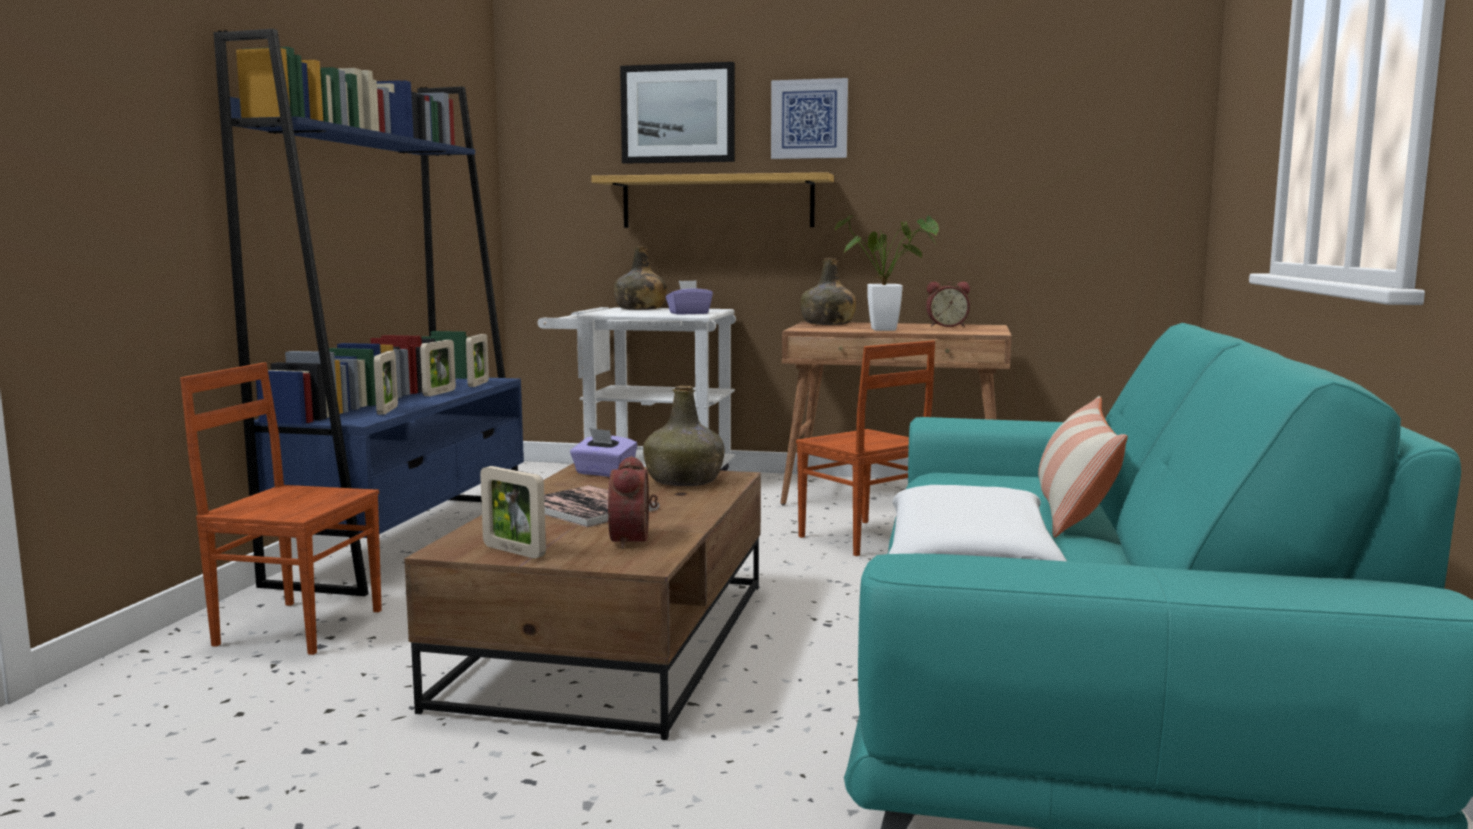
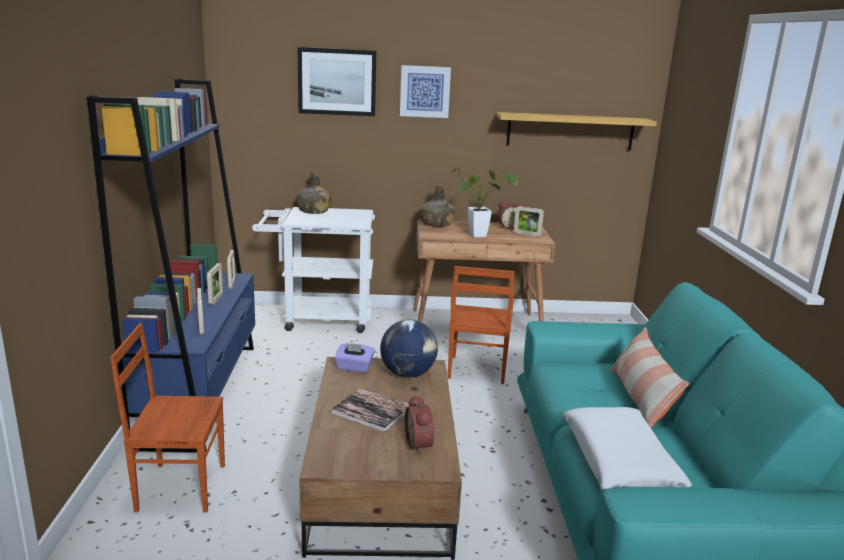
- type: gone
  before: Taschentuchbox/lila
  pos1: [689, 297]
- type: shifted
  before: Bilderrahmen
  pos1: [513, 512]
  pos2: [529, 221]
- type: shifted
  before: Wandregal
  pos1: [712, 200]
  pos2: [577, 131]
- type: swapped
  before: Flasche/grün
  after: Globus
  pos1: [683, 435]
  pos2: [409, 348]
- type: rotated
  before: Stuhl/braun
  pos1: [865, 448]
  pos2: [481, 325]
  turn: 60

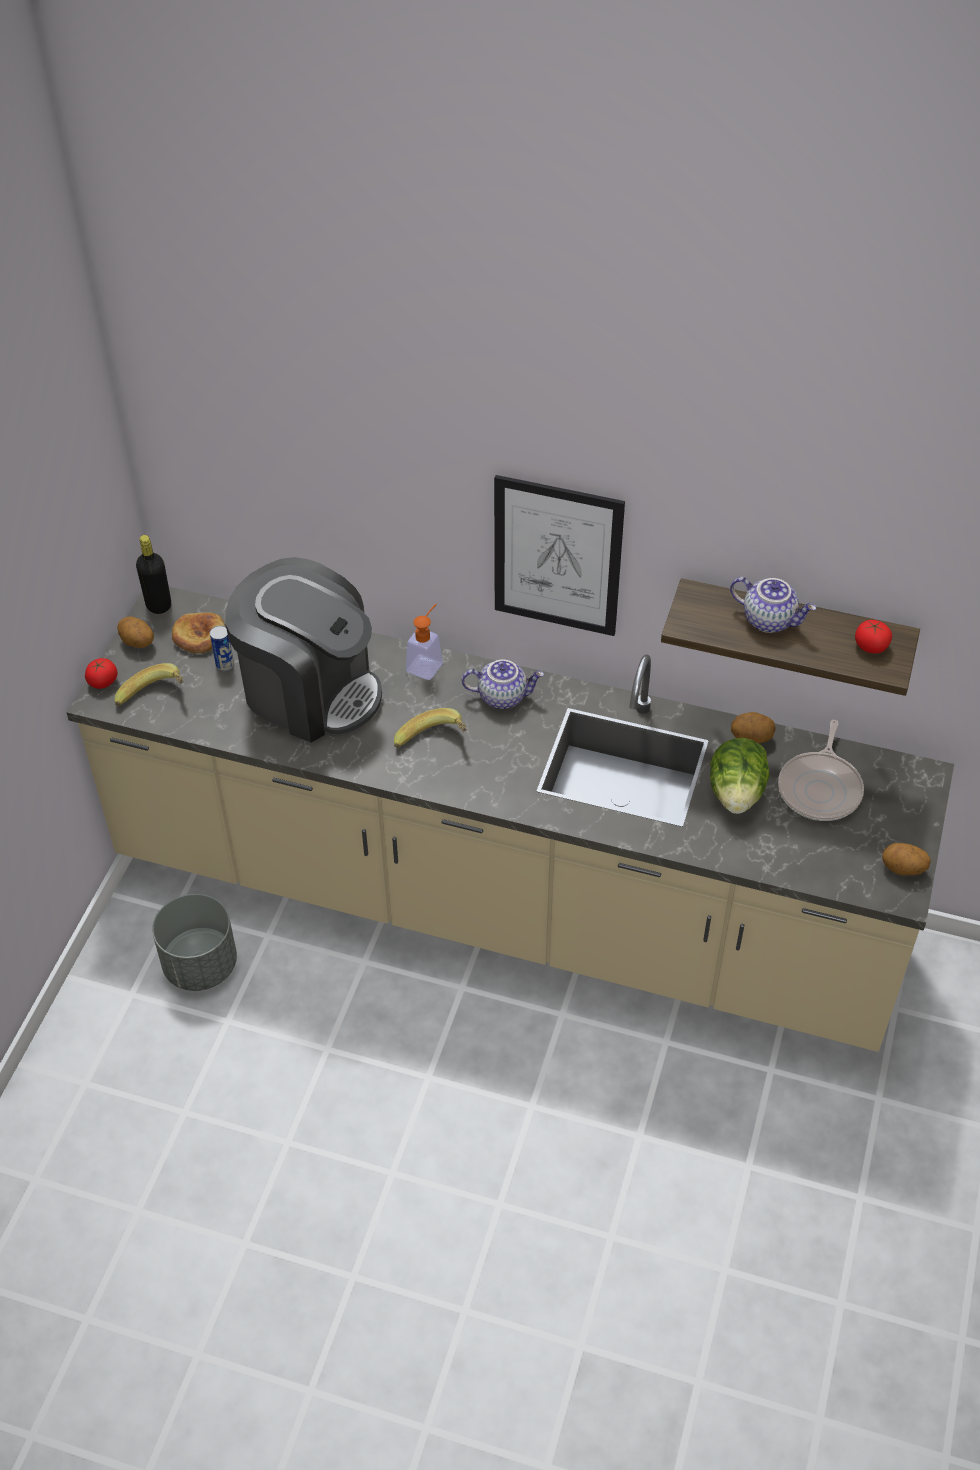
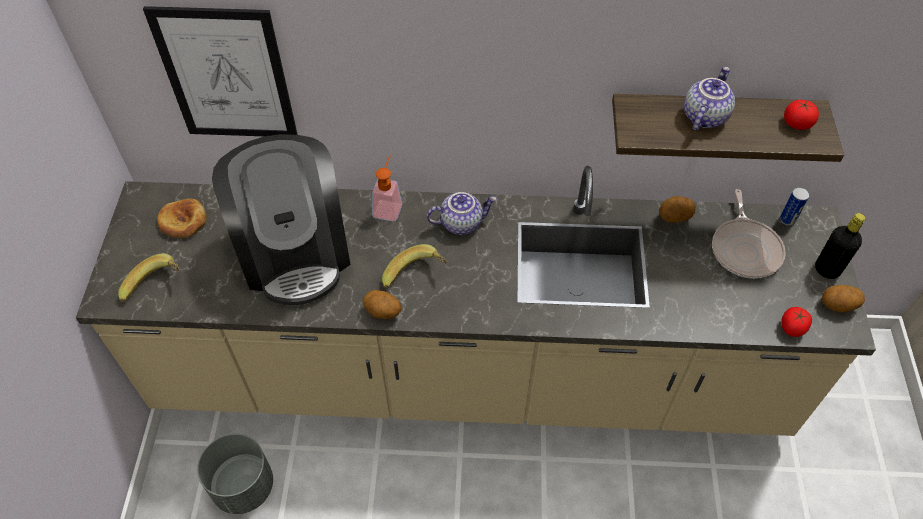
- type: gone
  before: Salatkopf
  pos1: [740, 776]
- type: shifted
  before: Tomate
  pos1: [101, 673]
  pos2: [796, 322]
- type: shifted
  before: Kartoffel
  pos1: [135, 632]
  pos2: [382, 304]
- type: shifted
  before: Flasche/schwarz
  pos1: [153, 574]
  pos2: [840, 246]
- type: shifted
  before: Dose
  pos1: [222, 648]
  pos2: [794, 206]
- type: shifted
  before: Bild
  pos1: [559, 555]
  pos2: [220, 71]
- type: rotated
  before: Kaffeemaschine
  pos1: [303, 650]
  pos2: [281, 219]
  turn: 60
- type: rotated
  before: Teekanne
  pos1: [773, 605]
  pos2: [709, 98]
  turn: -75

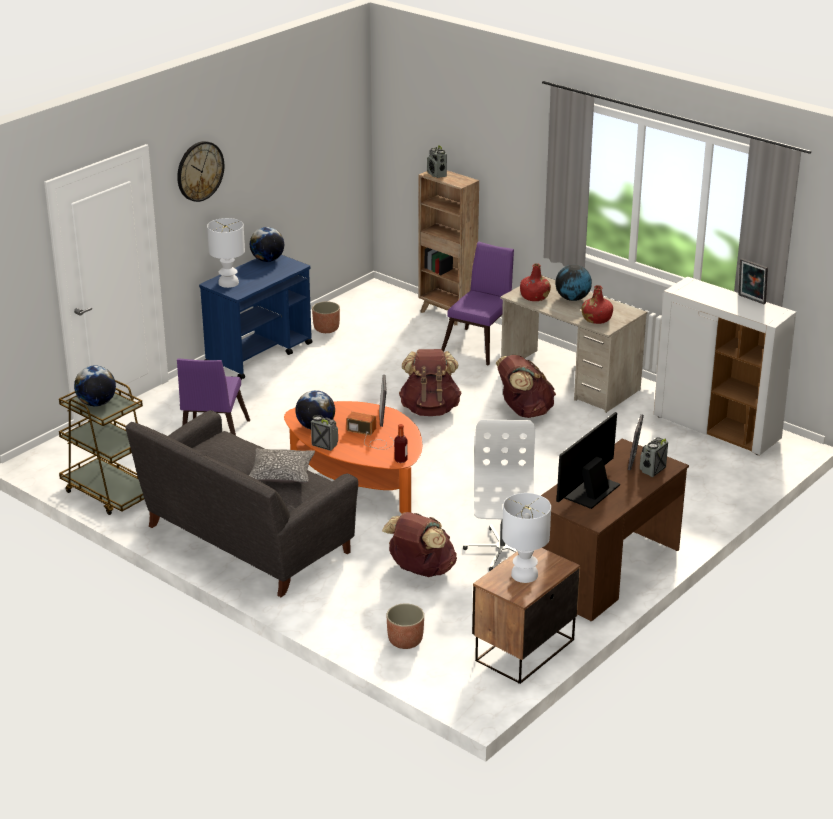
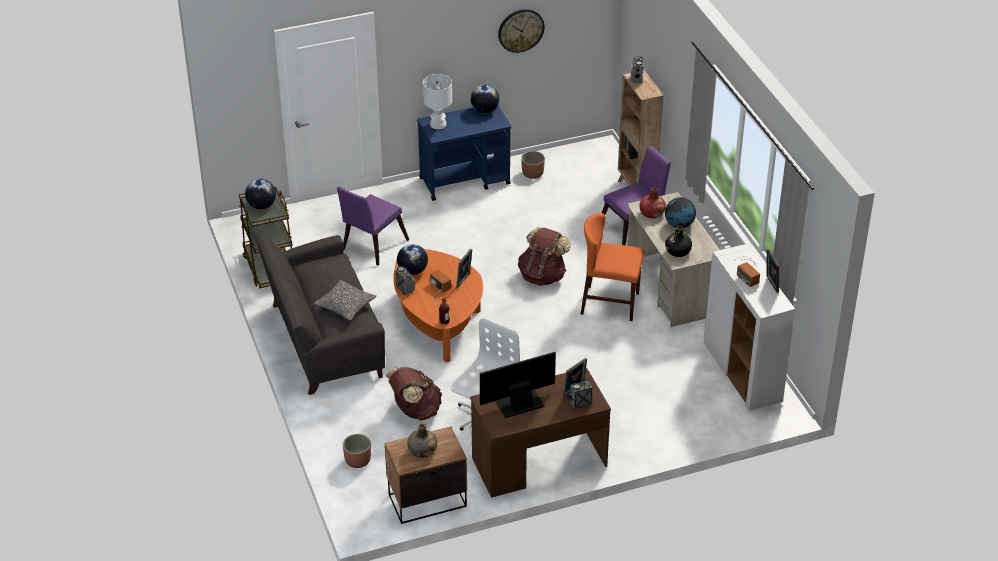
- type: new
  after: Radio
  pos2: [746, 272]
- type: shifted
  before: Wanduhr
  pos1: [200, 171]
  pos2: [521, 31]
- type: swapped
  before: Rucksack/braun
  after: Stuhl/orange
  pos1: [526, 386]
  pos2: [612, 267]
- type: swapped
  before: Tischlampe/weiß
  after: Flasche/grün
  pos1: [526, 538]
  pos2: [422, 440]
- type: repainted
  before: Flasche/rot
  after: Flasche/schwarz
  pos1: [597, 304]
  pos2: [678, 241]

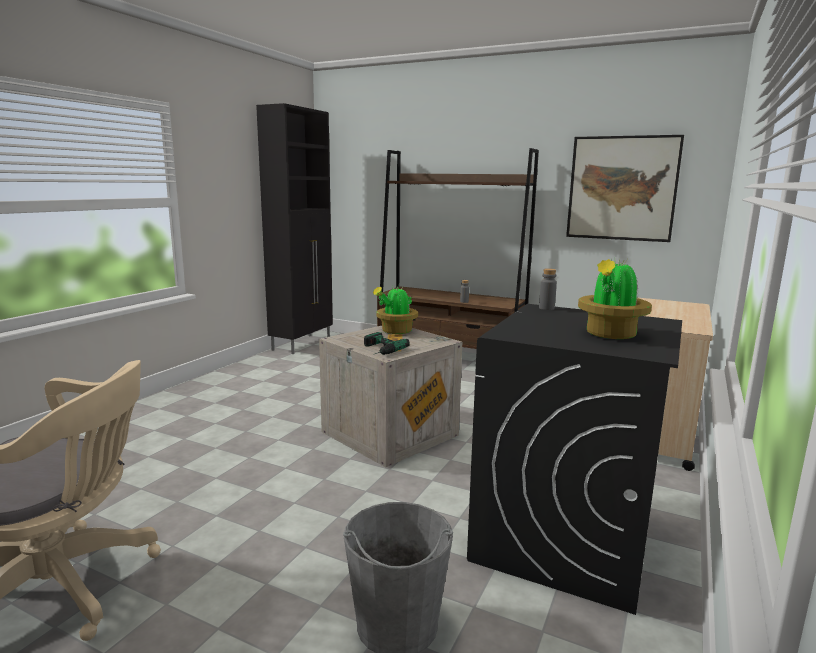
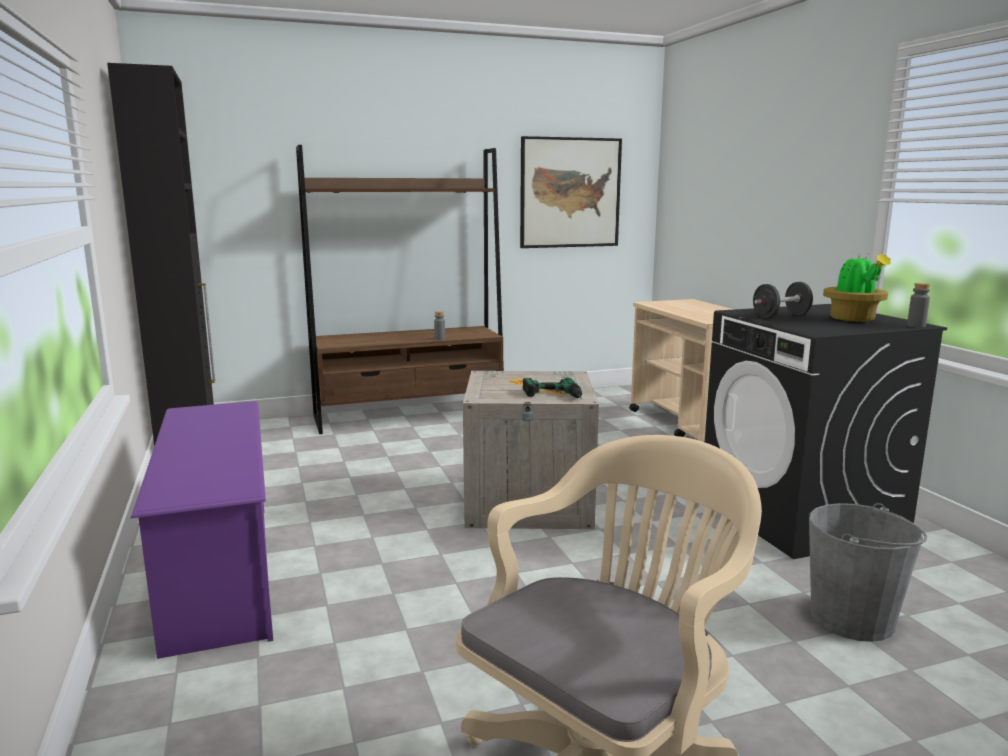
- type: gone
  before: Topfpflanze
  pos1: [395, 310]
- type: new
  after: Schuhregal/lila
  pos2: [202, 530]
- type: new
  after: Hantel/schwarz
  pos2: [783, 300]
- type: shifted
  before: Flasche/grau
  pos1: [548, 289]
  pos2: [918, 305]

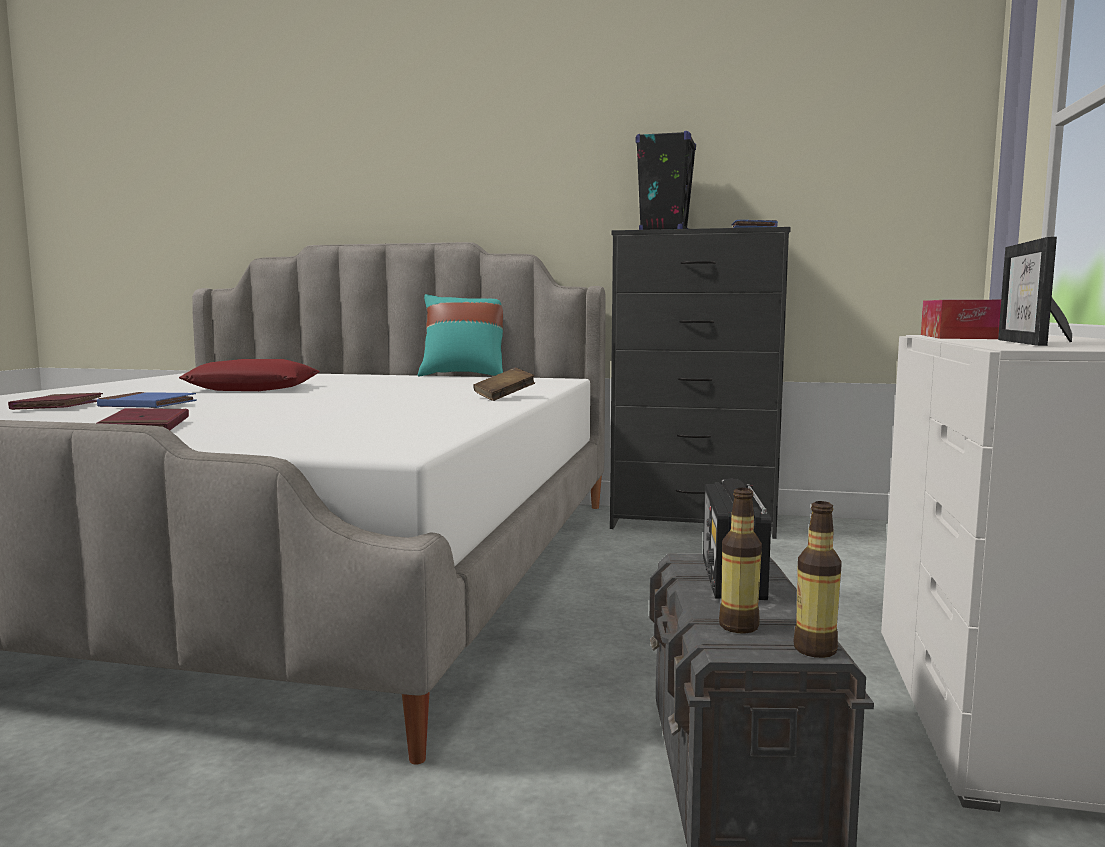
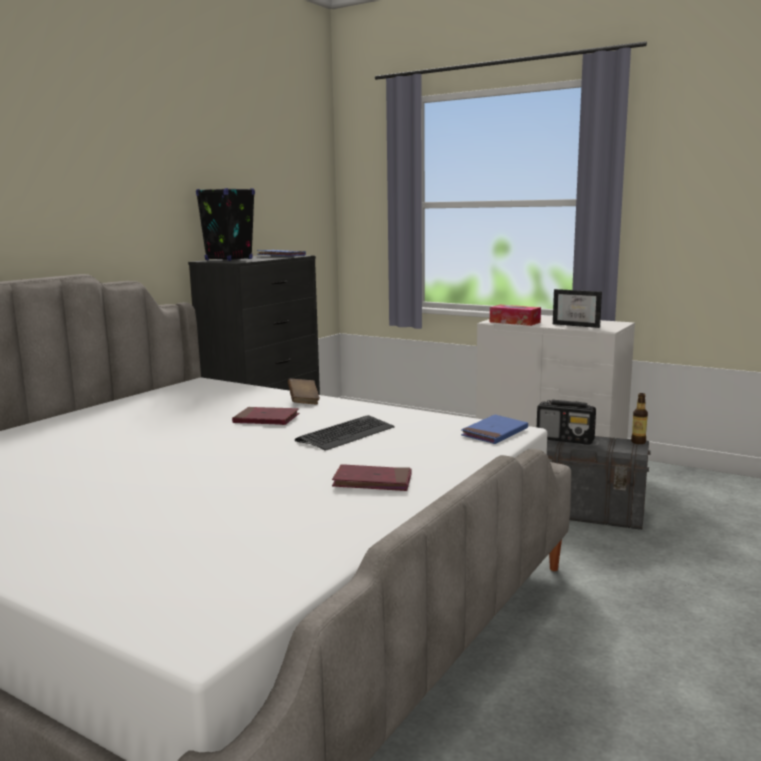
- type: gone
  before: Kissen/rot
  pos1: [249, 375]
- type: gone
  before: Kissen/türkis
  pos1: [460, 335]
- type: gone
  before: Flasche
  pos1: [740, 560]
- type: new
  after: Tastatur
  pos2: [345, 433]
- type: shifted
  before: Buch/rot
  pos1: [55, 401]
  pos2: [266, 416]
- type: shifted
  before: Buch/blau
  pos1: [147, 400]
  pos2: [494, 429]

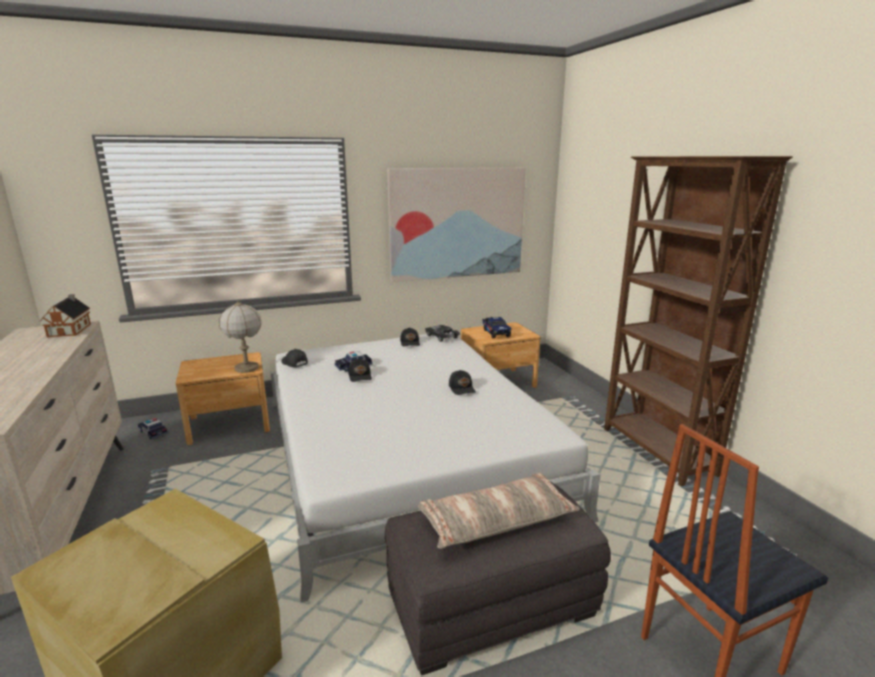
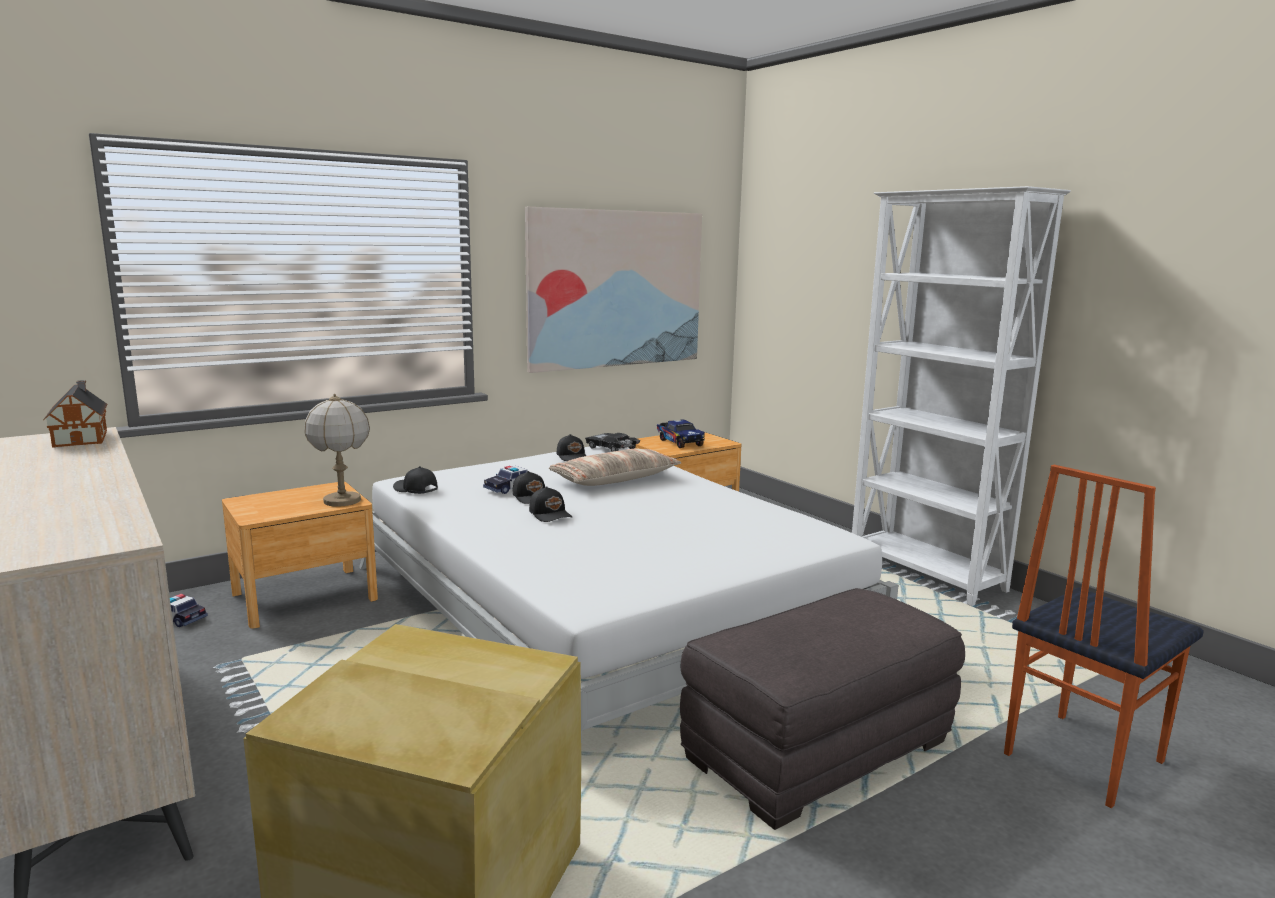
- type: shifted
  before: Kissen
  pos1: [499, 511]
  pos2: [615, 467]
- type: shifted
  before: Kappe/schwarz
  pos1: [462, 382]
  pos2: [550, 504]
- type: repainted
  before: Bücherregal/braun
  after: Bücherregal/weiß
  pos1: [698, 321]
  pos2: [961, 396]

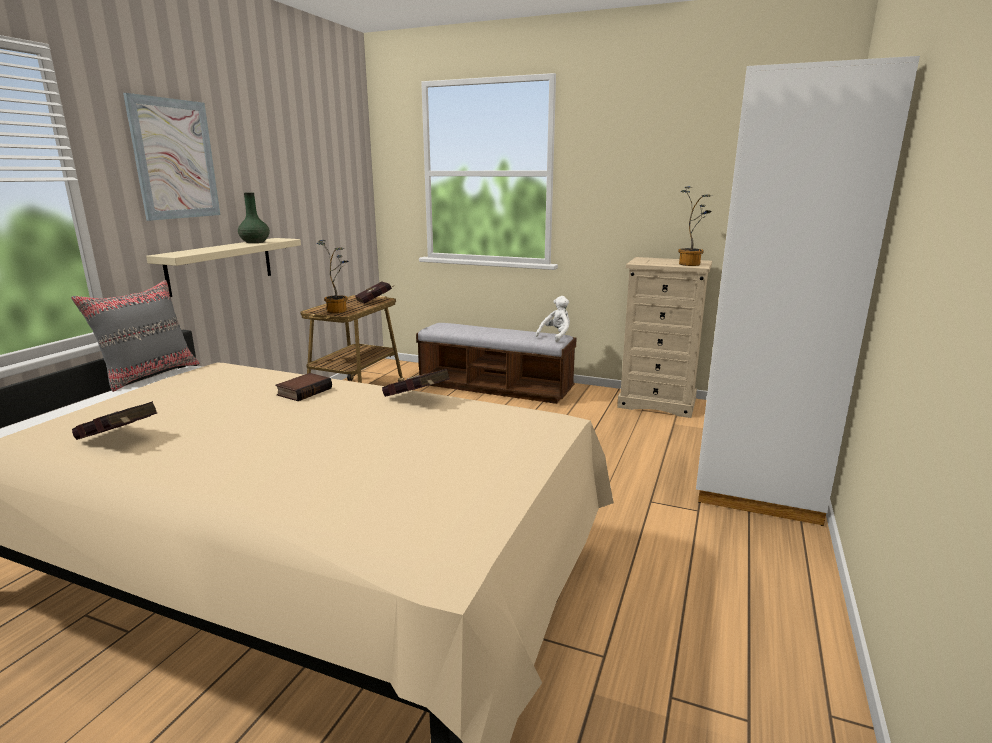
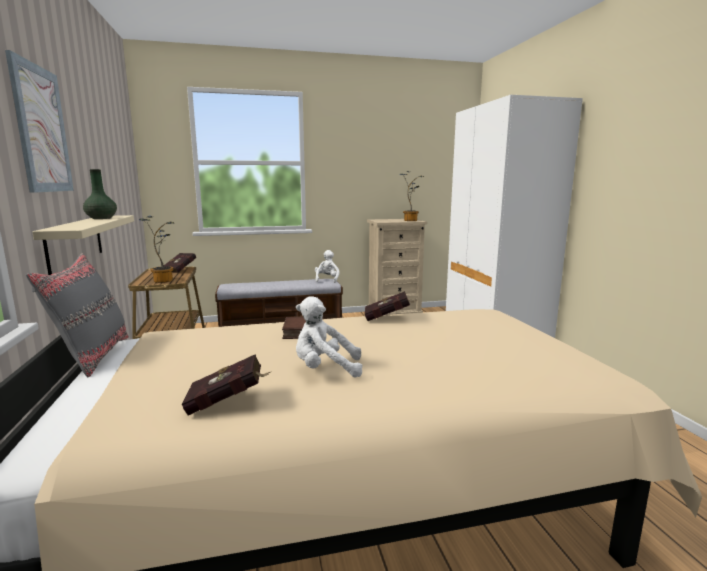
- type: new
  after: Plüschtier/weiß
  pos2: [329, 337]

